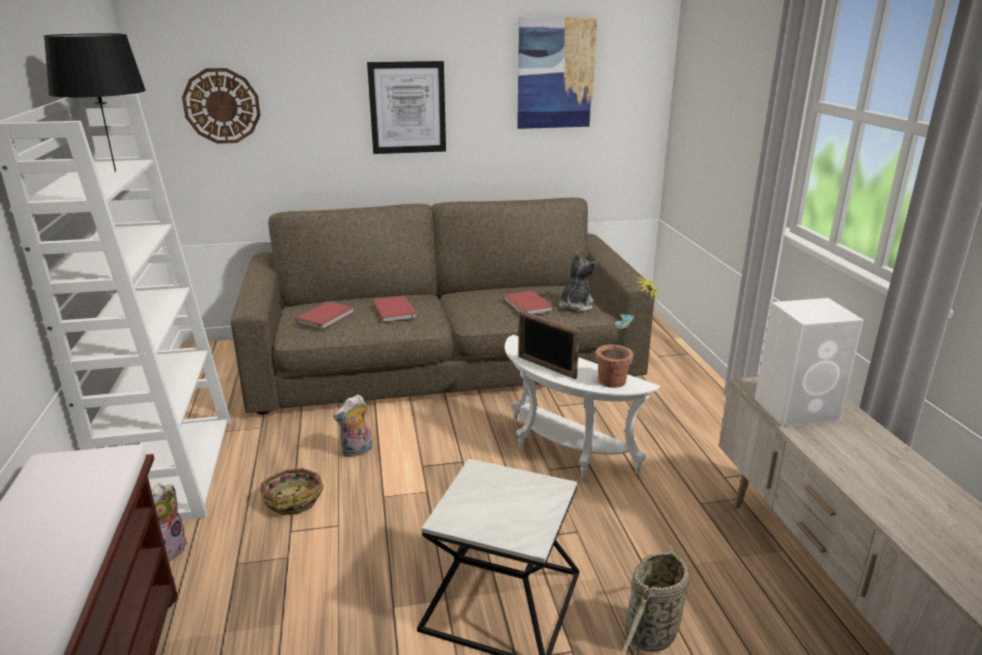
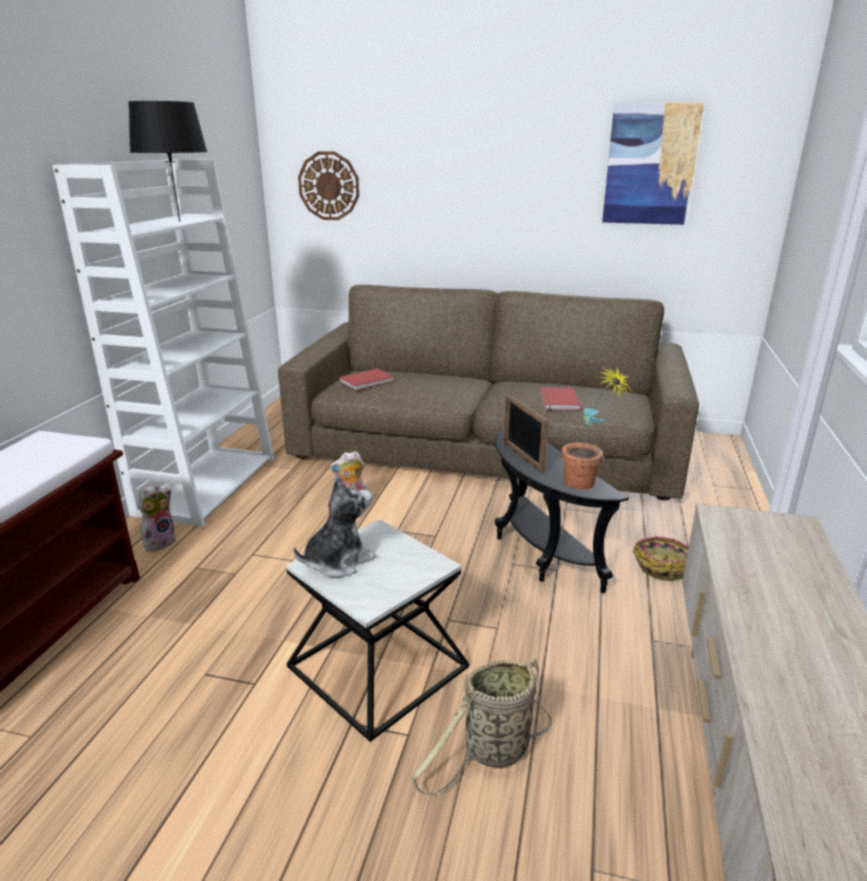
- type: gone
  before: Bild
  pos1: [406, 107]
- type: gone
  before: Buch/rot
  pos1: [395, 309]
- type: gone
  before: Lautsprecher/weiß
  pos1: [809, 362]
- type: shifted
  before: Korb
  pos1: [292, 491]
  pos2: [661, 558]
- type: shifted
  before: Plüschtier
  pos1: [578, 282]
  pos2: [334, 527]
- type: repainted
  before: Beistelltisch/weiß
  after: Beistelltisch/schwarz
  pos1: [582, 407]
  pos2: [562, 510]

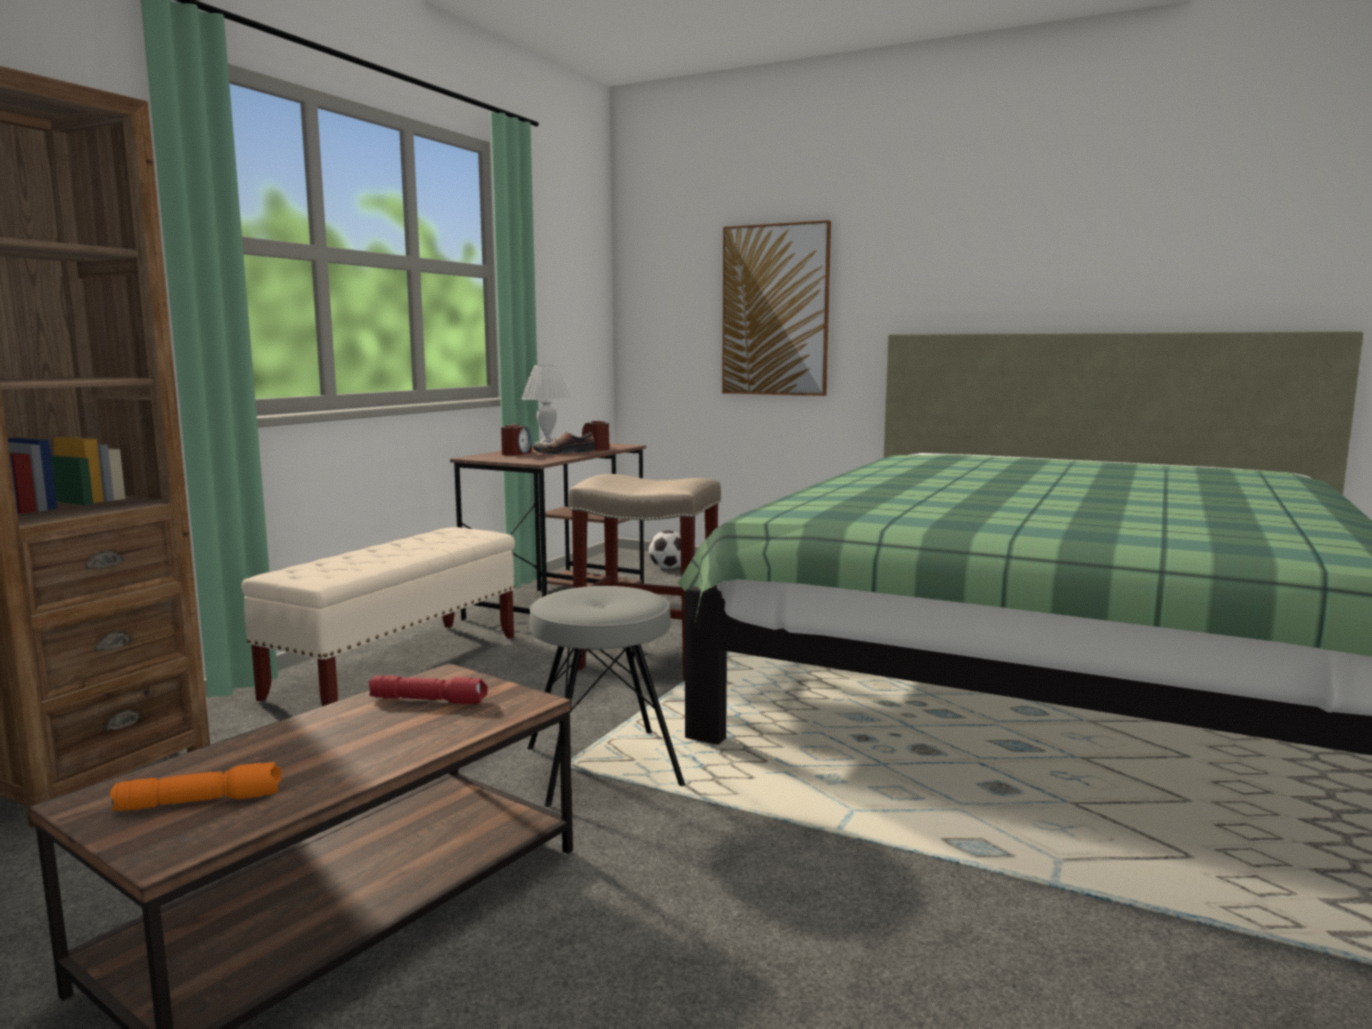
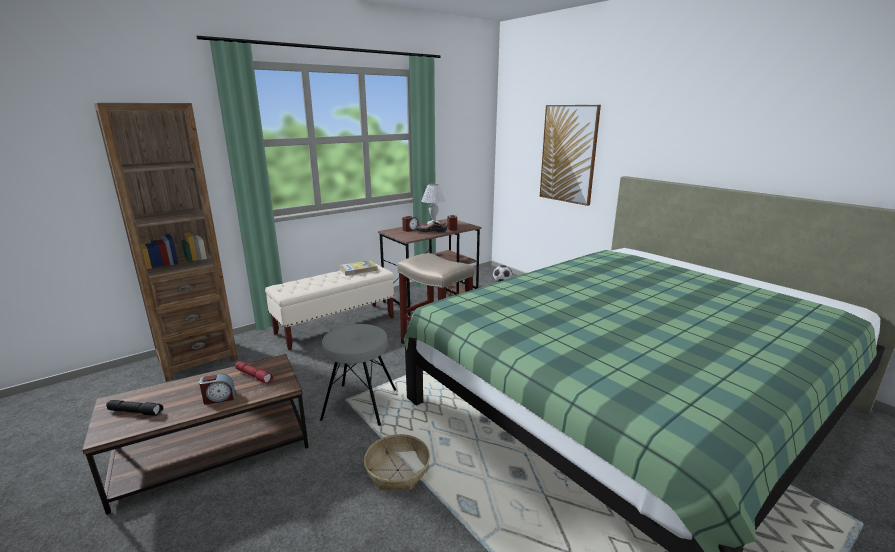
- type: new
  after: Wecker
  pos2: [217, 389]
- type: new
  after: Buch
  pos2: [358, 268]
- type: new
  after: Korb
  pos2: [397, 462]
- type: repainted
  before: Taschenlampe/orange
  after: Taschenlampe/schwarz
  pos1: [195, 786]
  pos2: [134, 408]

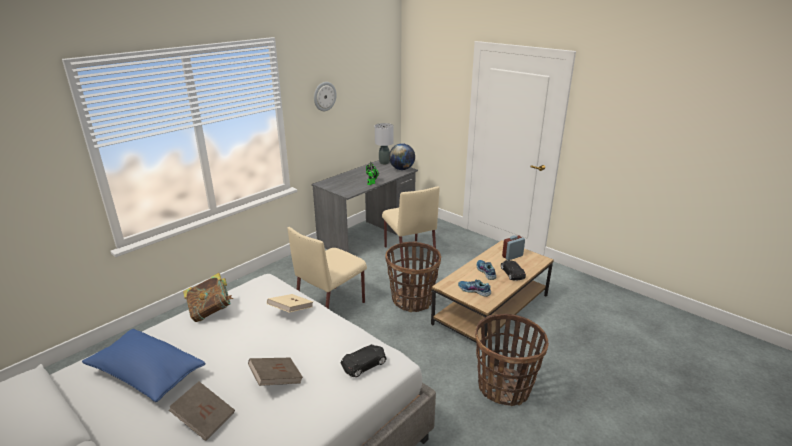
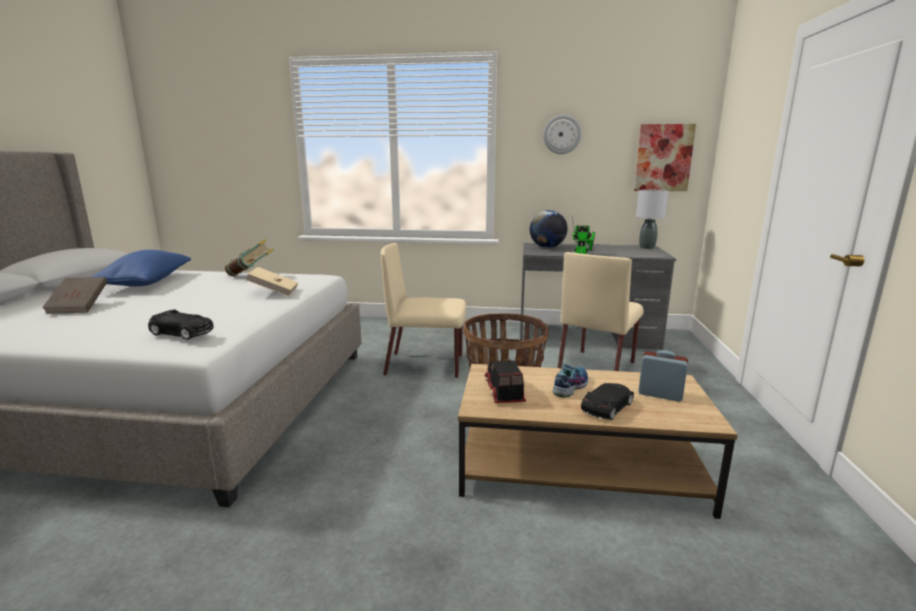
- type: gone
  before: Buch/braun
  pos1: [275, 372]
- type: gone
  before: Korb
  pos1: [512, 360]
- type: new
  after: Bild
  pos2: [665, 157]
- type: shifted
  before: Globus
  pos1: [402, 156]
  pos2: [548, 229]
- type: swapped
  before: Schuh
  after: Spielzeuglaster
  pos1: [474, 288]
  pos2: [505, 381]

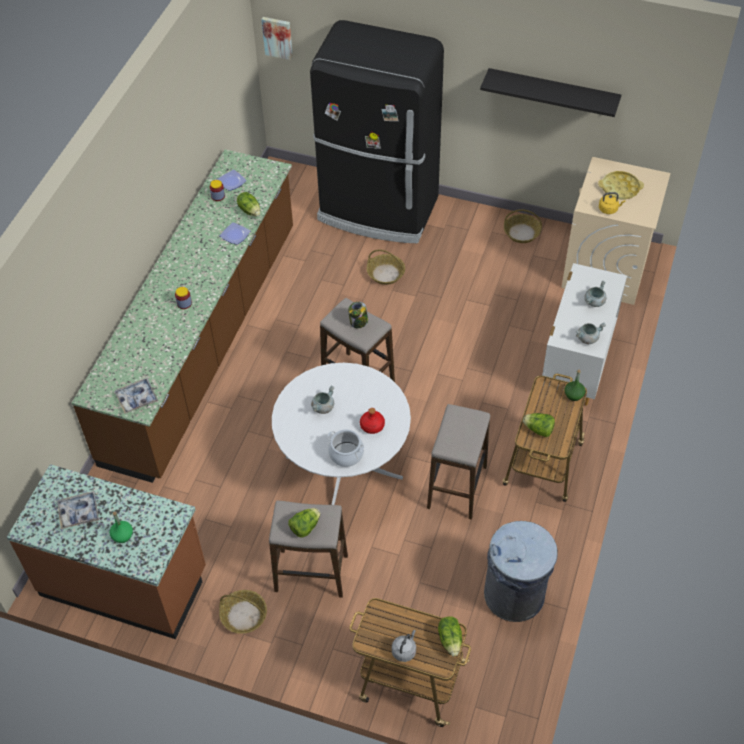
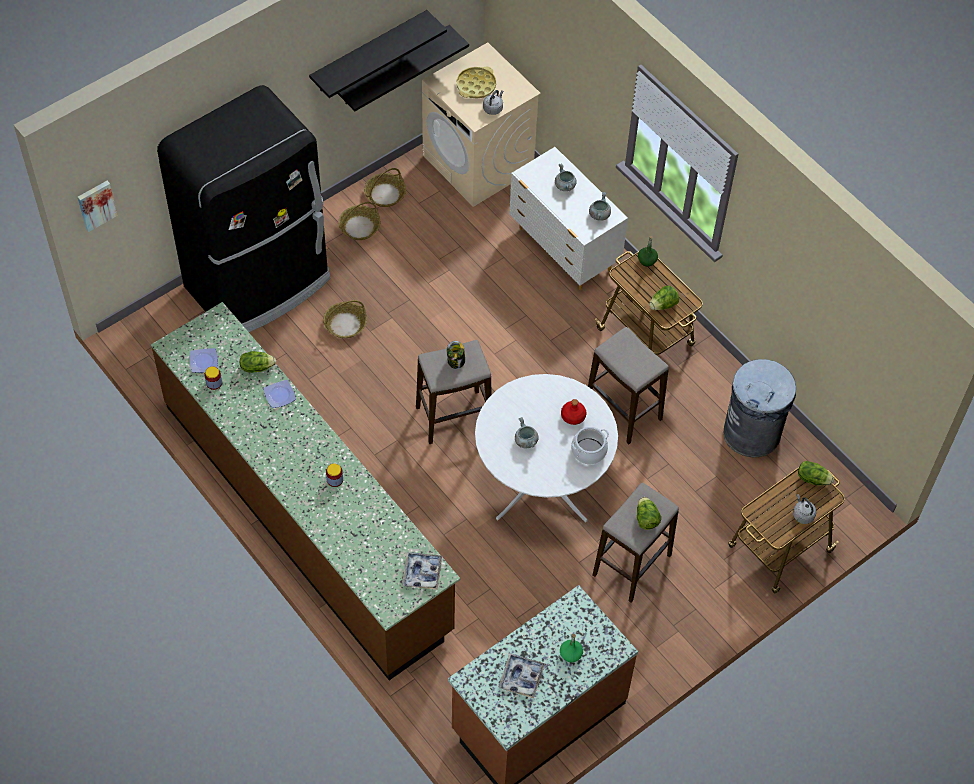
- type: new
  after: Wandregal/schwarz
  pos2: [403, 68]
- type: shifted
  before: Korb
  pos1: [243, 612]
  pos2: [359, 221]
- type: repainted
  before: Wasserkessel/gelb
  after: Wasserkessel/grau
  pos1: [612, 203]
  pos2: [493, 102]

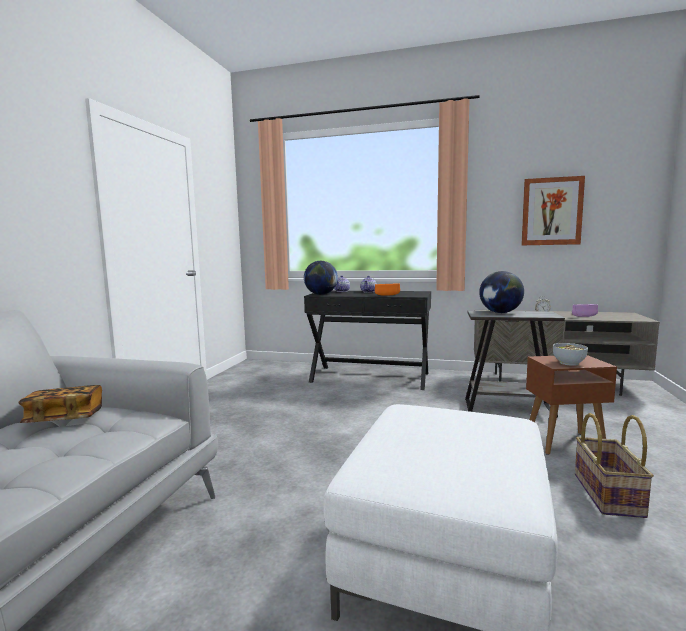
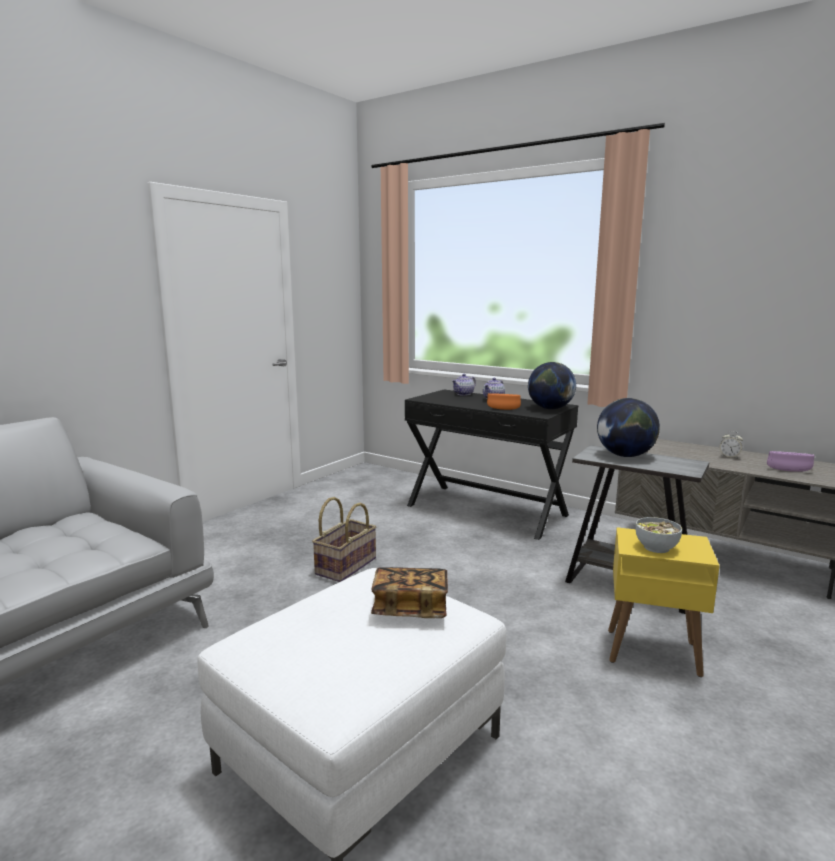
- type: gone
  before: Bild
  pos1: [553, 210]
- type: shifted
  before: Buch
  pos1: [60, 404]
  pos2: [409, 592]
- type: shifted
  before: Globus
  pos1: [321, 278]
  pos2: [552, 385]
- type: shifted
  before: Korb
  pos1: [614, 465]
  pos2: [344, 539]
- type: repainted
  before: Beistelltisch/braun
  after: Beistelltisch/gelb
  pos1: [571, 405]
  pos2: [664, 602]

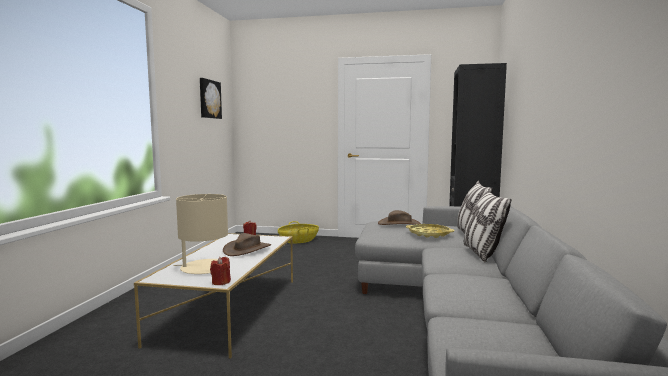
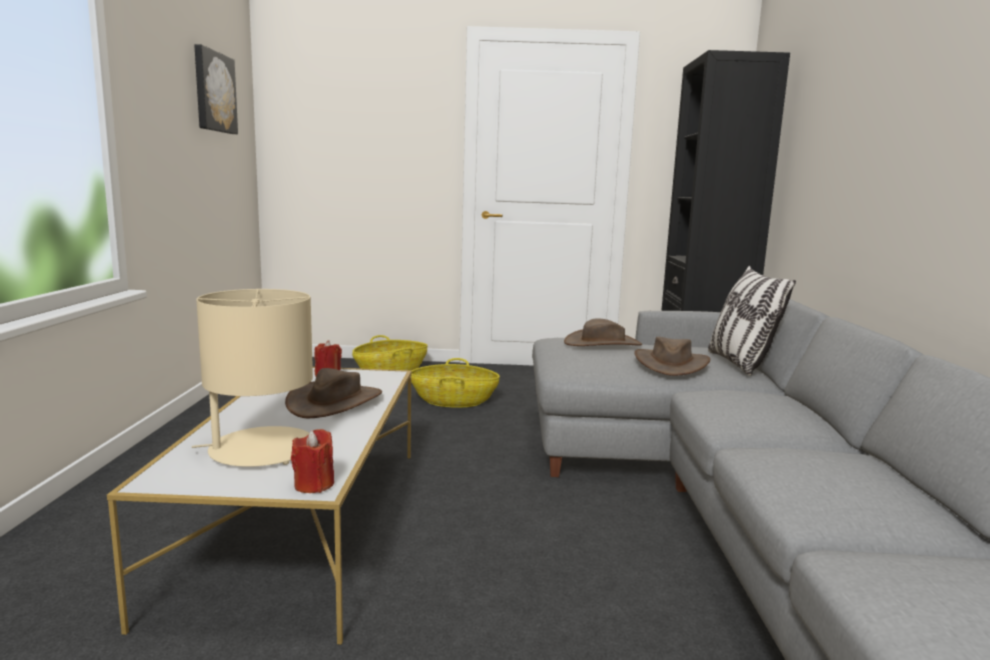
- type: gone
  before: Kissen
  pos1: [488, 225]
- type: new
  after: Korb
  pos2: [455, 383]
- type: swapped
  before: Tablett/gelb
  after: Hut/braun
  pos1: [430, 231]
  pos2: [672, 356]

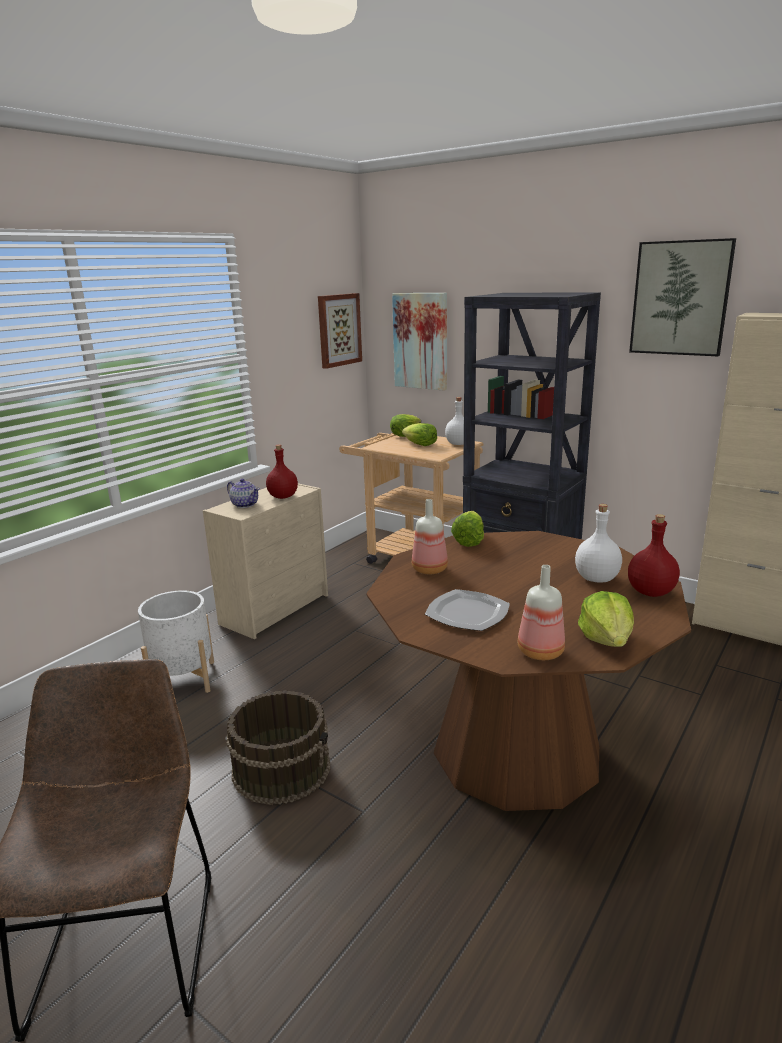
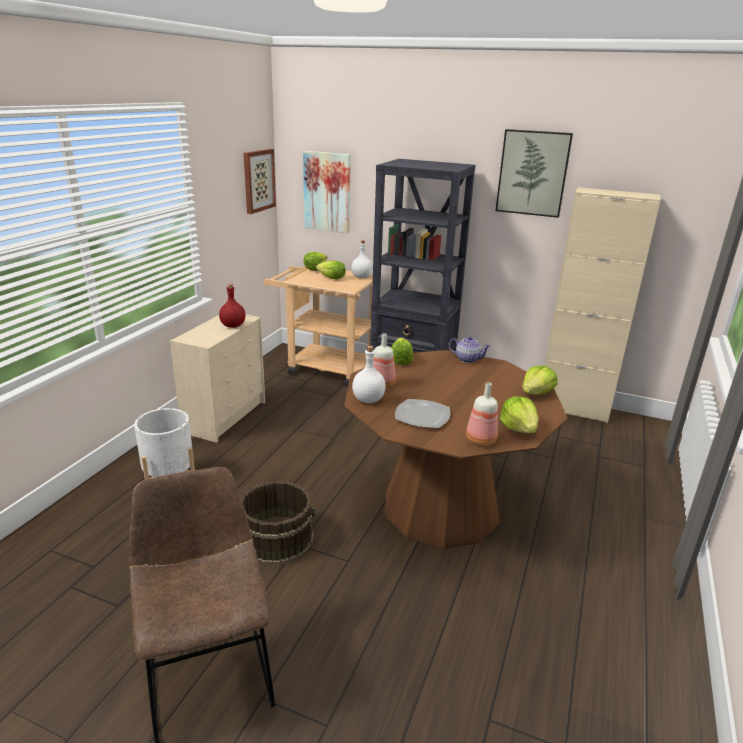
- type: shifted
  before: Teekanne
  pos1: [243, 493]
  pos2: [469, 349]
- type: shifted
  before: Flasche/weiß
  pos1: [598, 543]
  pos2: [369, 374]
- type: swapped
  before: Flasche/rot
  after: Salatkopf
  pos1: [654, 555]
  pos2: [540, 380]

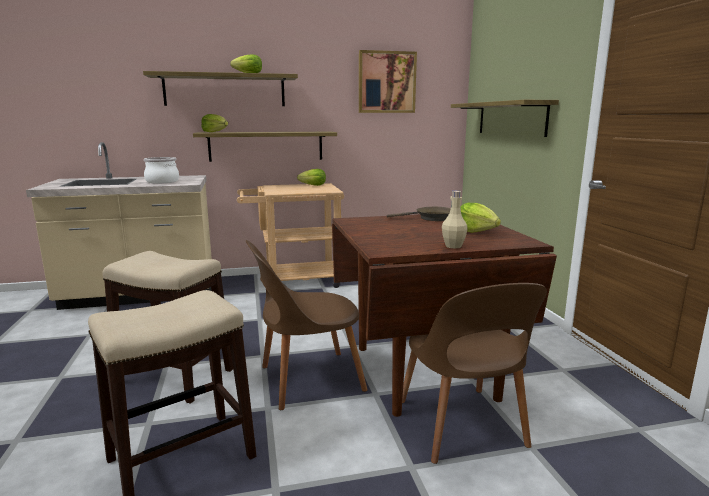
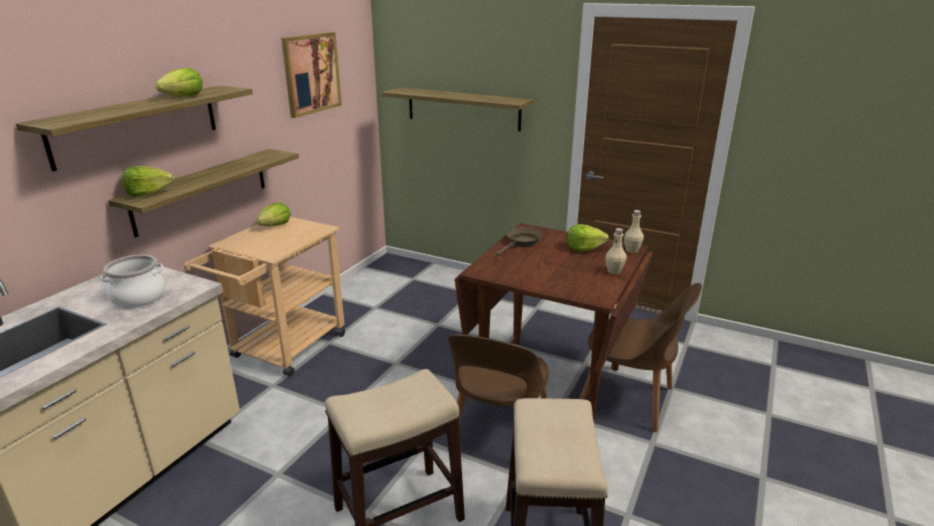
- type: new
  after: Flasche/beige
  pos2: [634, 231]

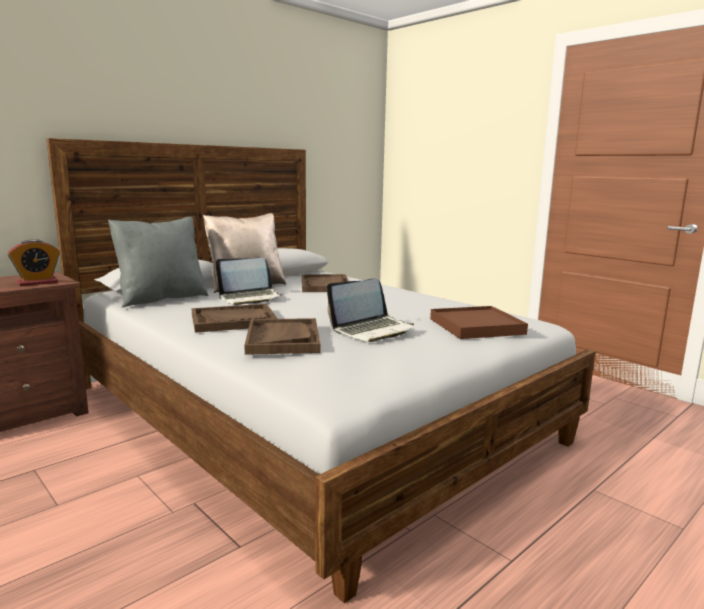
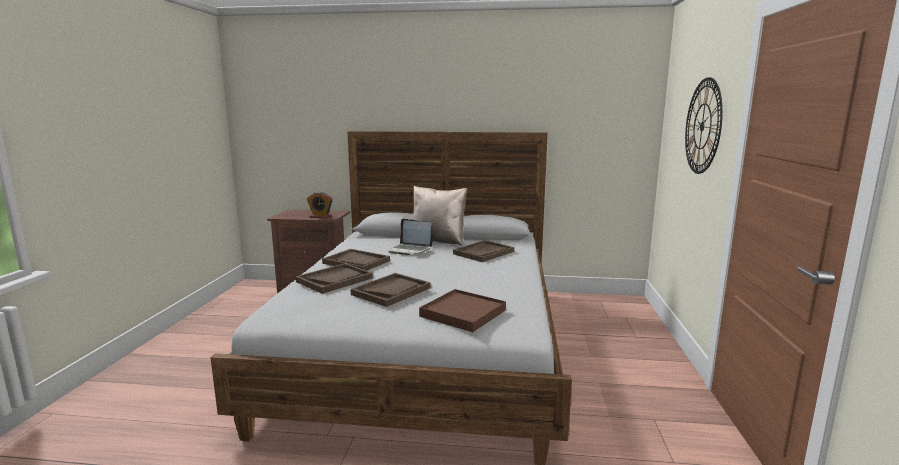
- type: gone
  before: Kissen/grau
  pos1: [158, 262]
- type: new
  after: Wanduhr
  pos2: [704, 125]
- type: swapped
  before: Laptop
  after: Tablett/braun
  pos1: [370, 310]
  pos2: [390, 290]

